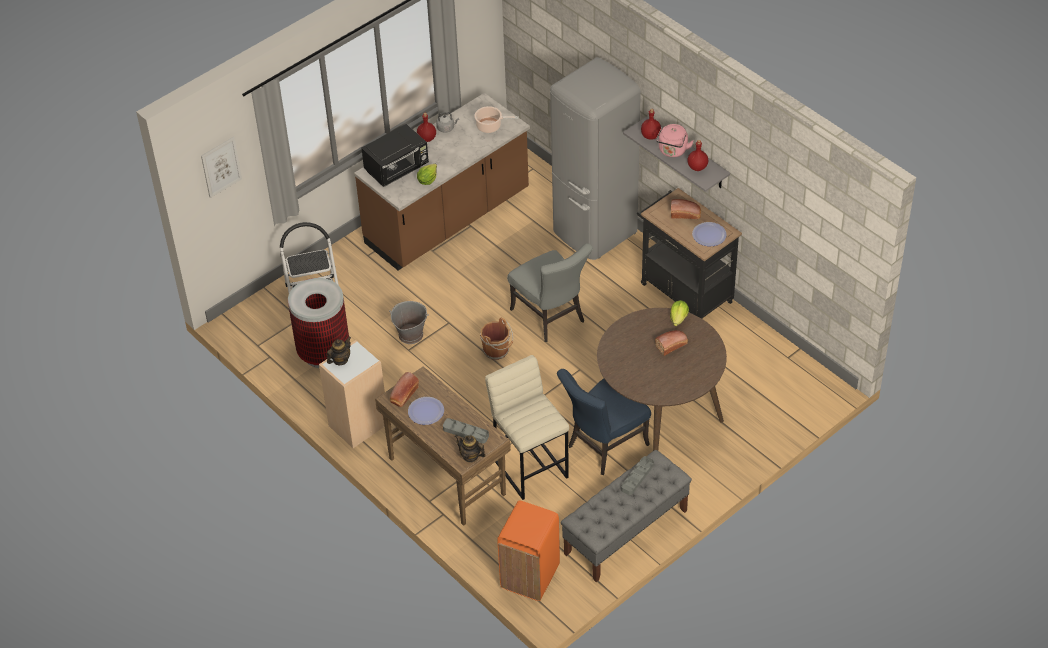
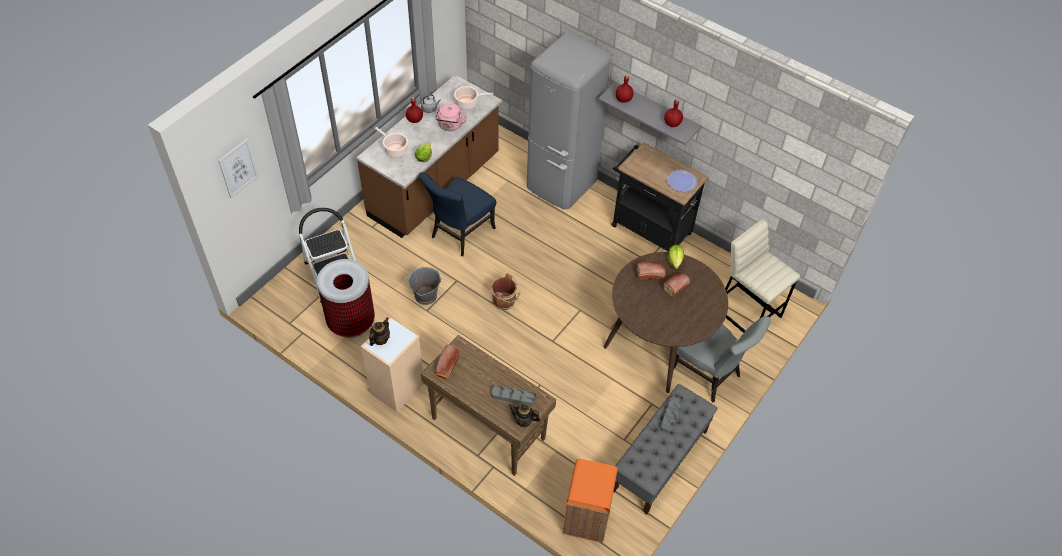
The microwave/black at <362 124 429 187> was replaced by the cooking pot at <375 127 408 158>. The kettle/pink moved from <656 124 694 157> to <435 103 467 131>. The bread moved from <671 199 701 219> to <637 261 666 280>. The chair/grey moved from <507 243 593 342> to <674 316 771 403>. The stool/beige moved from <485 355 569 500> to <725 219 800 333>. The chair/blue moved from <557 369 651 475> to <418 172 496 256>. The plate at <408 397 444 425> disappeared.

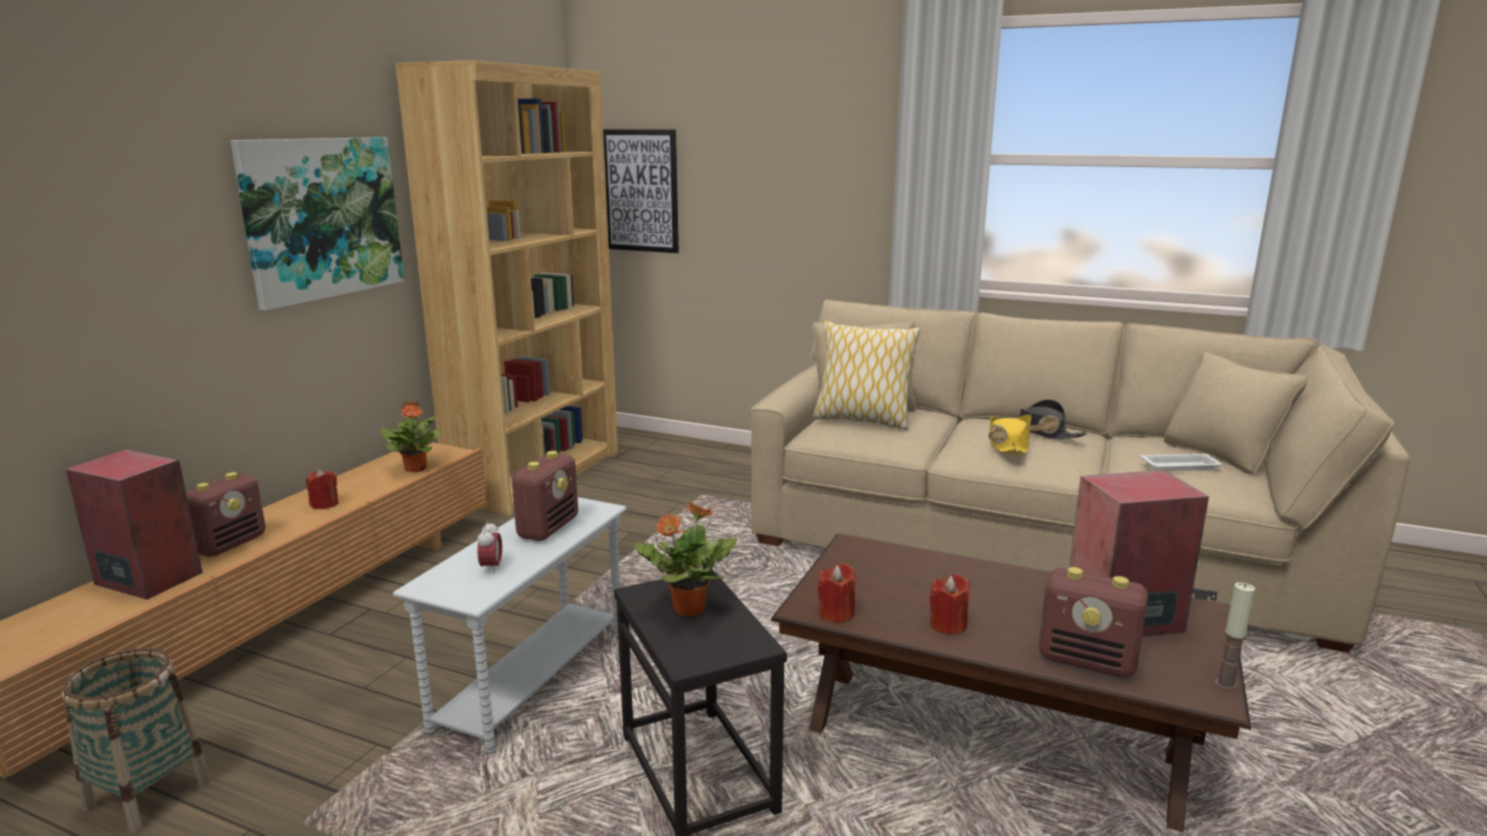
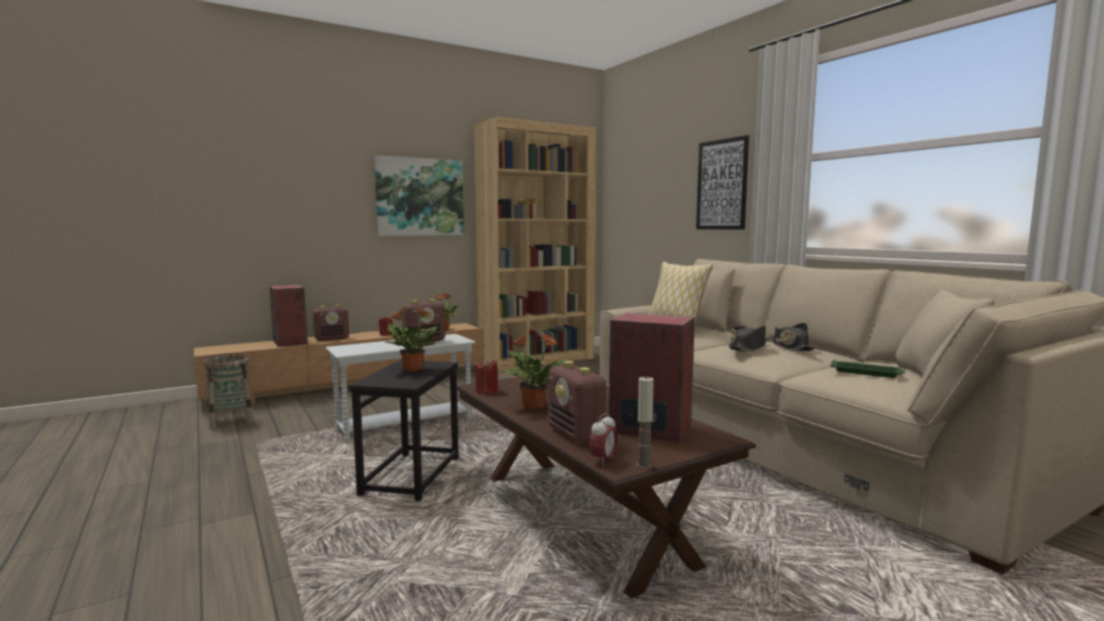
The picture moved from <603 129 679 253> to <696 135 749 229>. The hat/yellow at <988 415 1032 455> became the hat/black at <729 326 767 352>. The tray/white at <1140 454 1223 471> became the tray/green at <830 360 905 378>. The alarm clock moved from <477 520 502 574> to <589 413 618 466>. The candle/red at <929 574 969 635> was replaced by the potted plant at <500 334 567 410>.

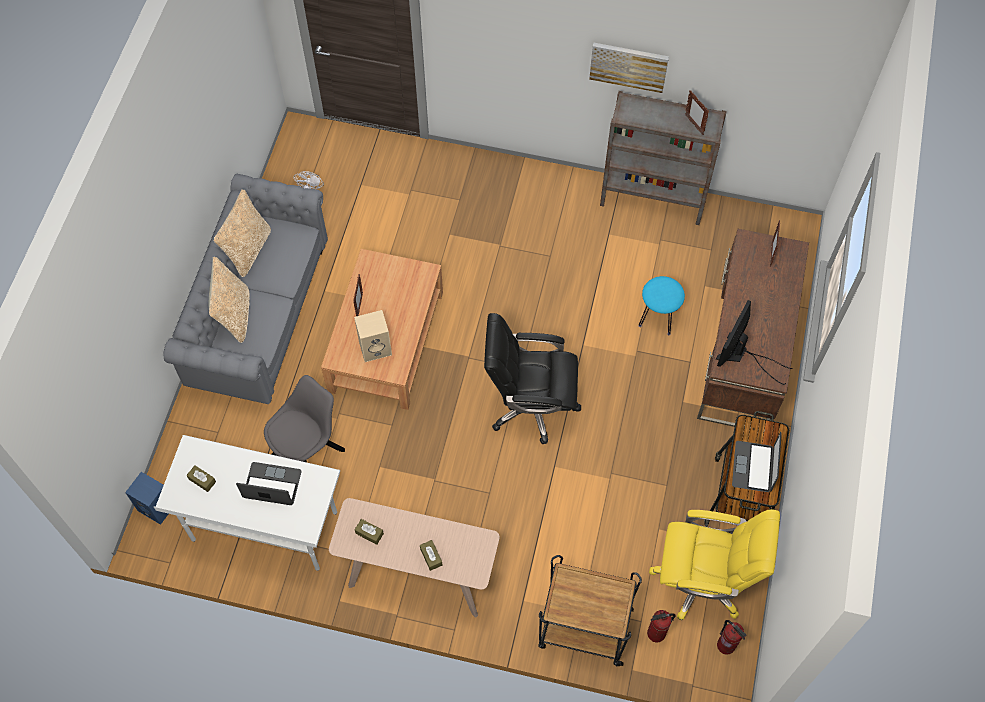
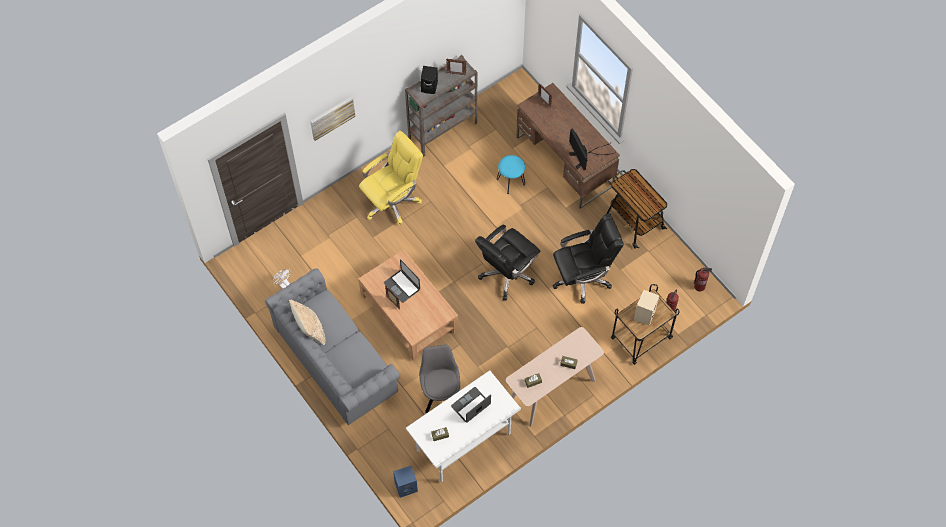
The picture moved from <589 43 669 93> to <310 97 355 141>. The pillow/beige at <209 257 250 343> disappeared. The speaker/beige moved from <354 310 392 362> to <634 290 659 325>. The laptop moved from <732 431 782 492> to <384 259 420 303>. The office chair/yellow moved from <649 509 780 620> to <359 131 423 225>. The speaker/black at <420 66 438 94> appeared. The office chair/black at <553 213 624 304> appeared.

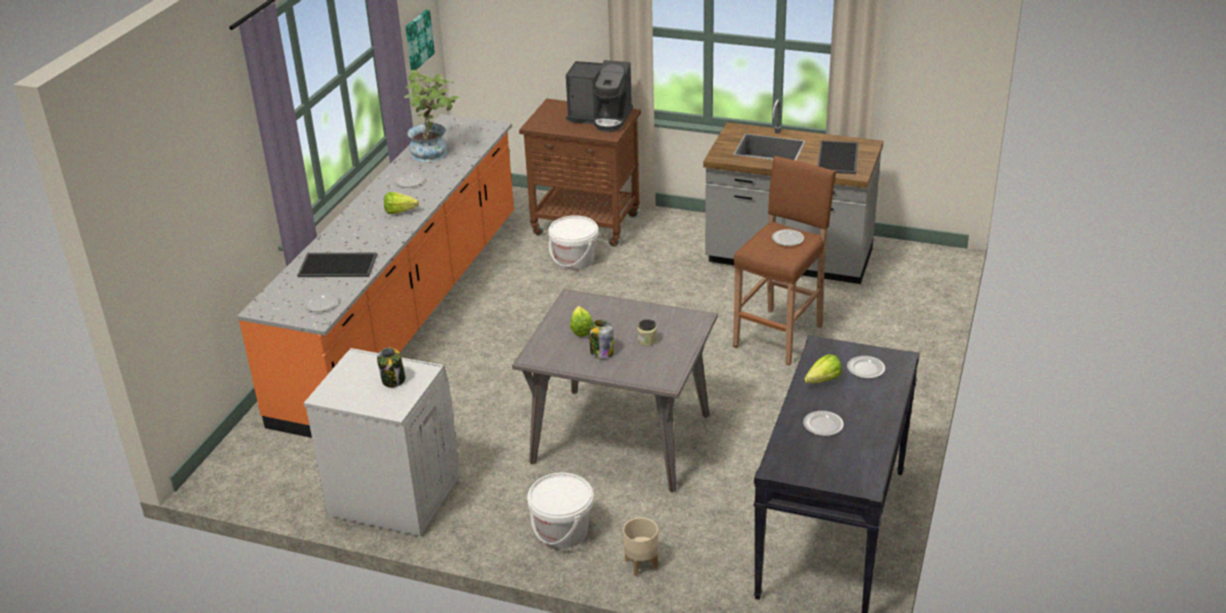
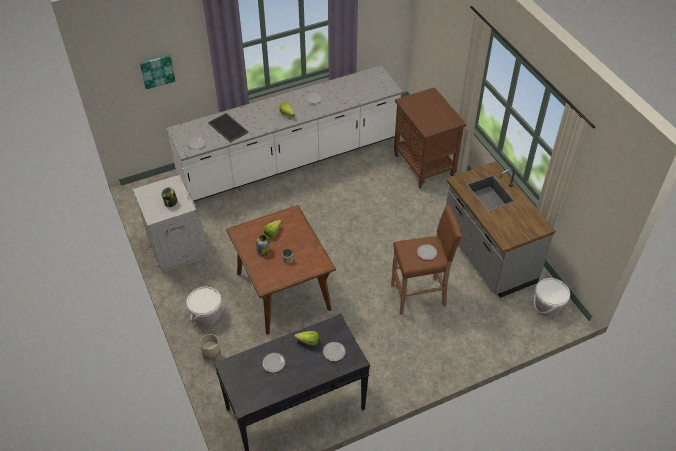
The picture moved from <406 10 435 70> to <140 55 175 89>. The coffee machine at <566 60 633 132> disappeared. The potted plant at <404 70 459 162> disappeared. The counter/orange at <237 114 514 438> became the counter/white at <166 65 403 202>. The tray at <818 140 859 174> disappeared. The bucket/white moved from <548 216 598 270> to <534 278 570 317>. The dining table/grey at <512 289 718 492> became the dining table/brown at <226 205 336 335>.

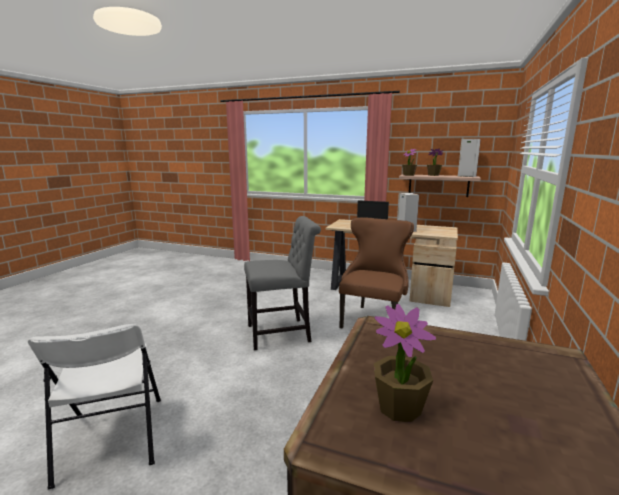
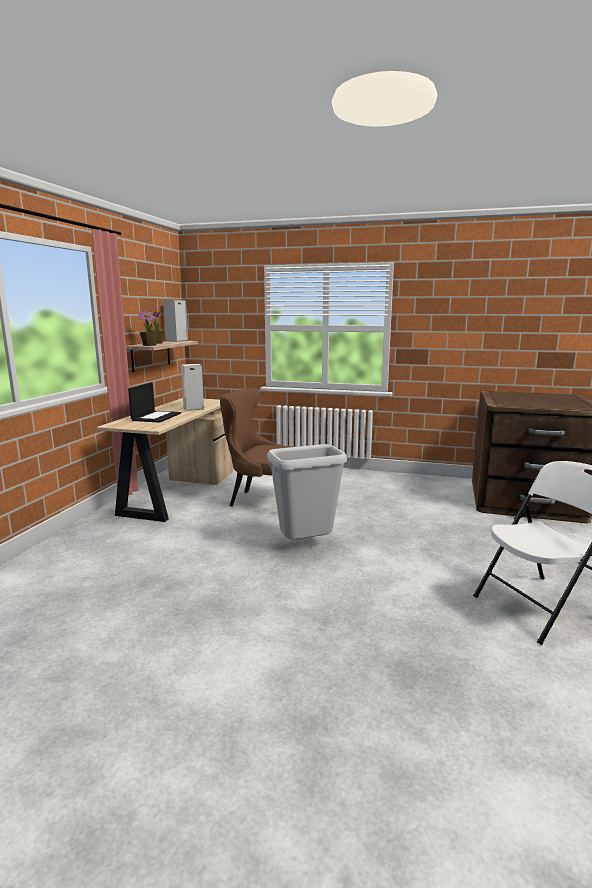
The chair/grey at <244 216 321 350> was replaced by the trash can/grey at <267 444 347 540>. The potted plant at <374 304 436 422> disappeared.

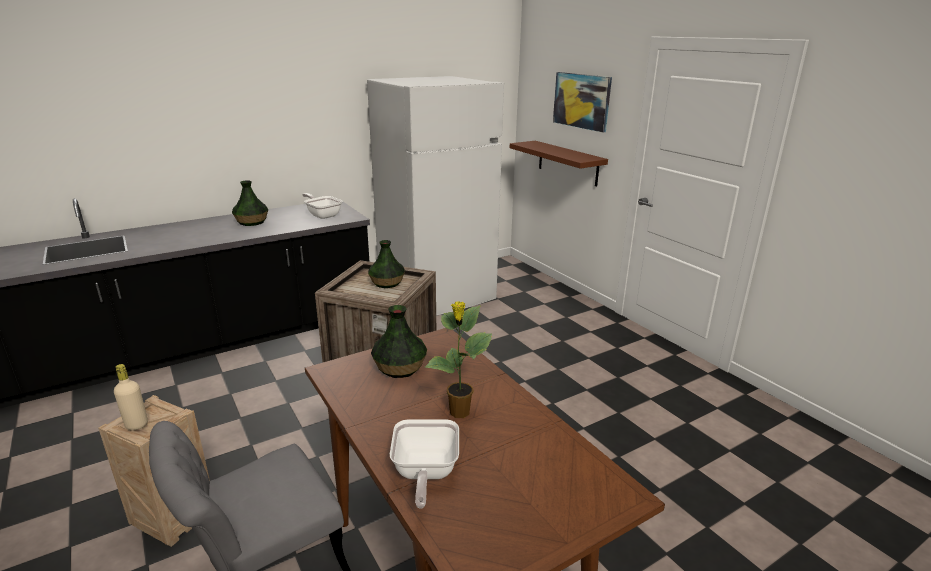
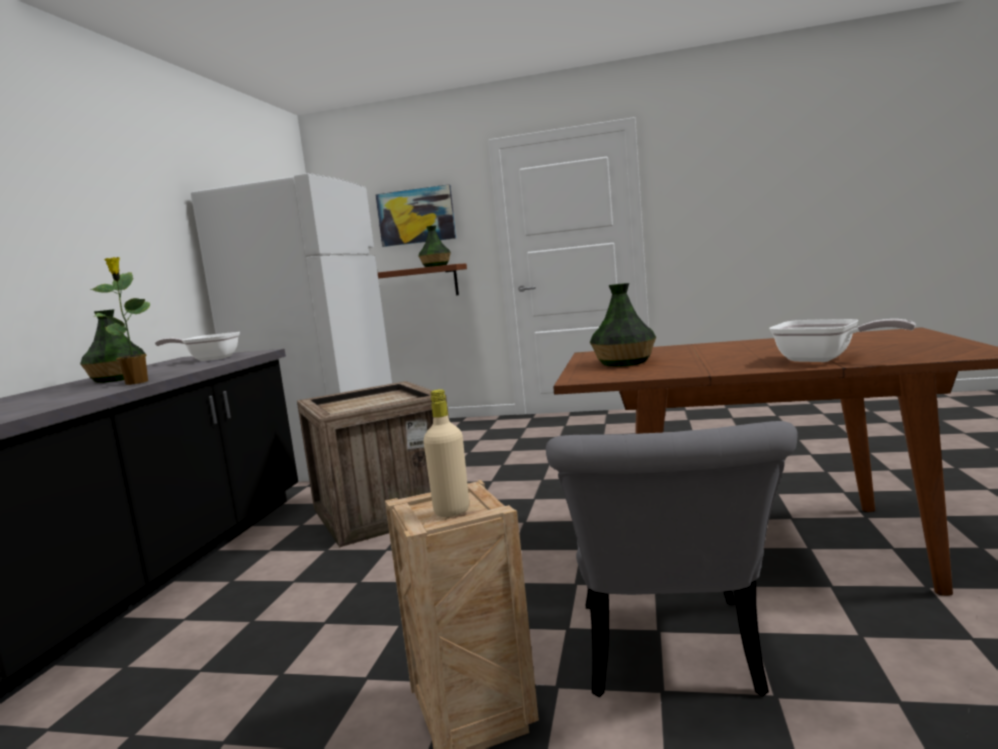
The vase moved from <368 240 405 288> to <418 226 451 267>. The potted plant moved from <425 301 492 418> to <91 257 150 385>.

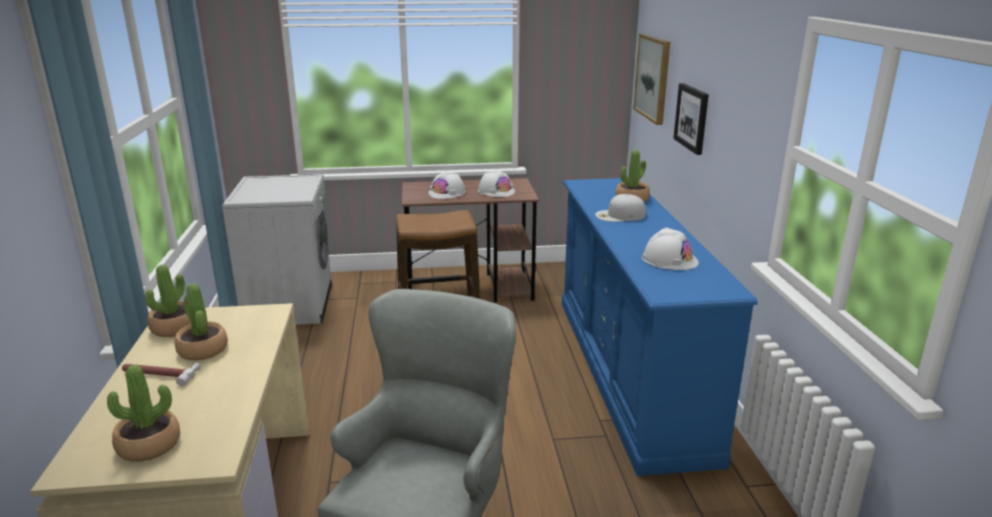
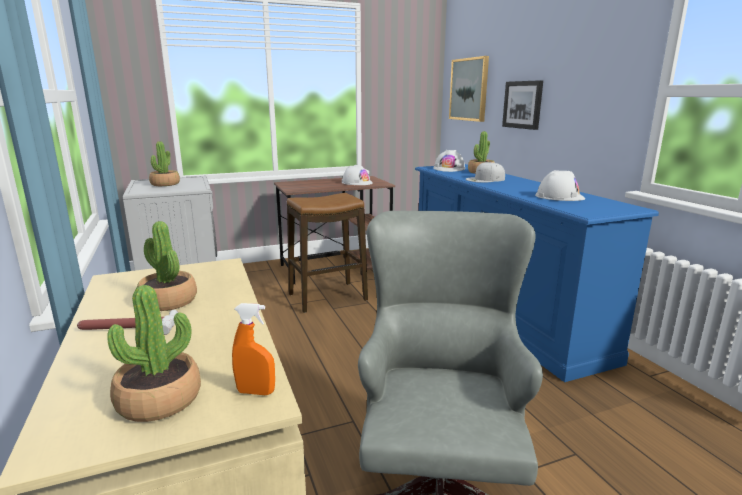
The hard hat/white moved from <428 170 466 199> to <433 150 465 172>. The potted plant moved from <145 265 191 337> to <149 141 180 186>. The spray bottle/orange at <232 303 275 395> appeared.

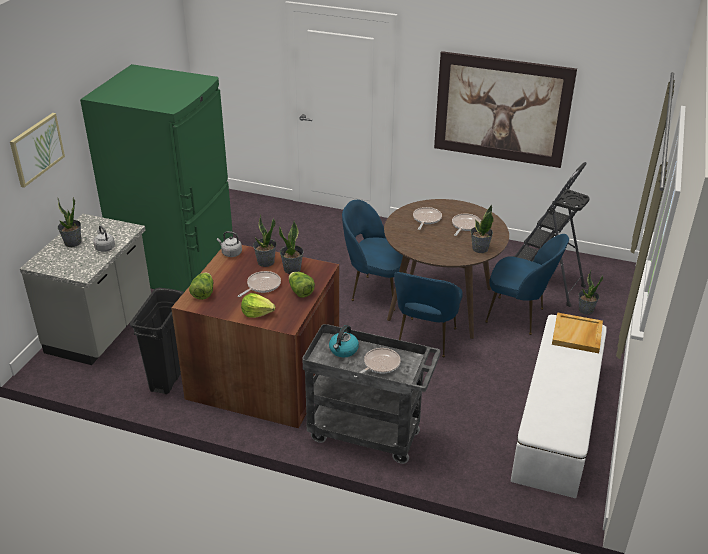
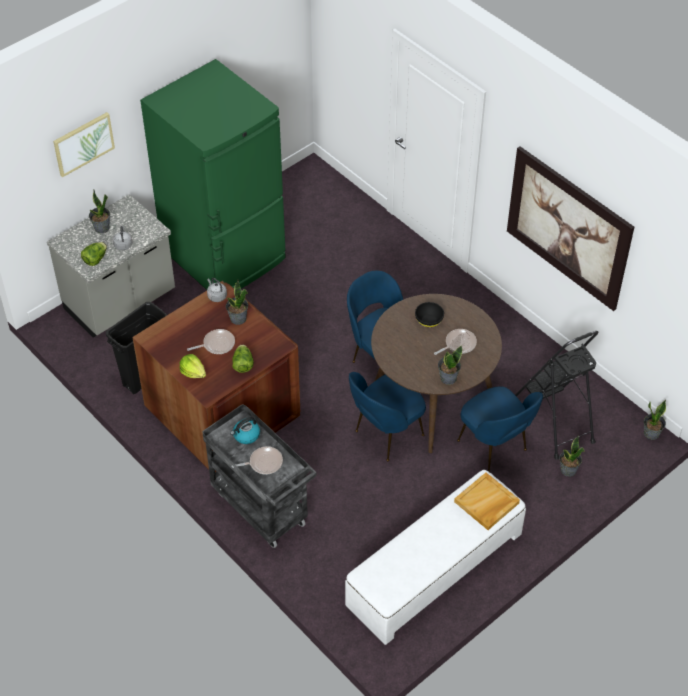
The frying pan at <413 207 442 230> was replaced by the bowl/black at <415 302 444 327>. The potted plant moved from <279 220 304 274> to <644 400 666 440>. The lettuce moved from <189 272 213 300> to <81 242 107 266>.

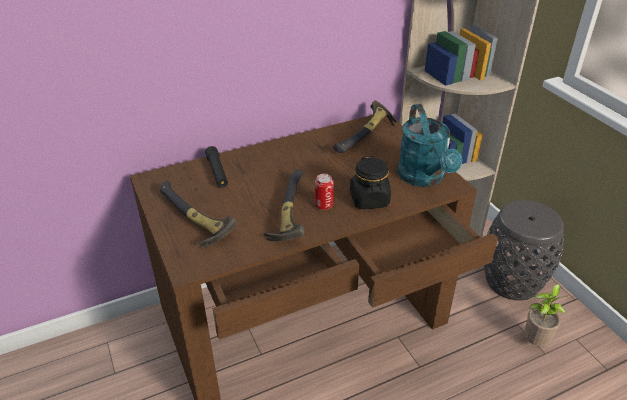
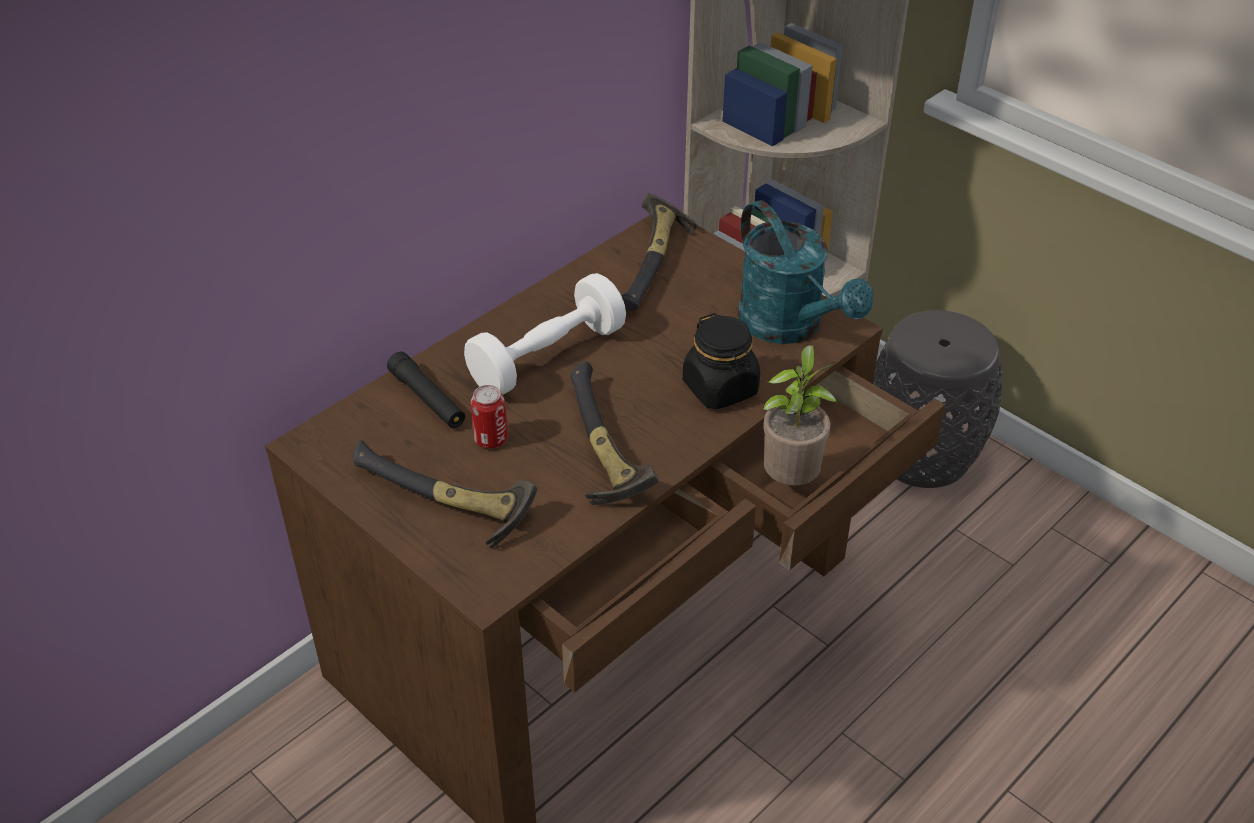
The can moved from <315 174 334 210> to <471 385 508 448>. The potted plant moved from <524 284 569 347> to <763 345 837 486>. The dumbbell/white at <464 273 626 395> appeared.

